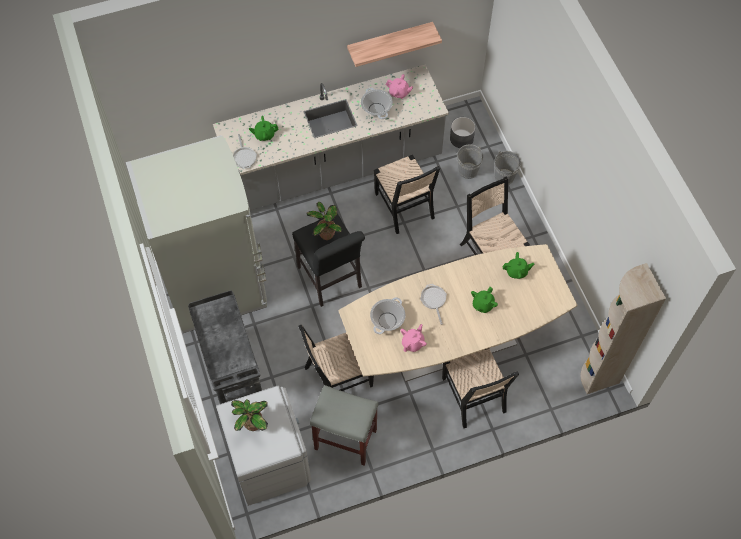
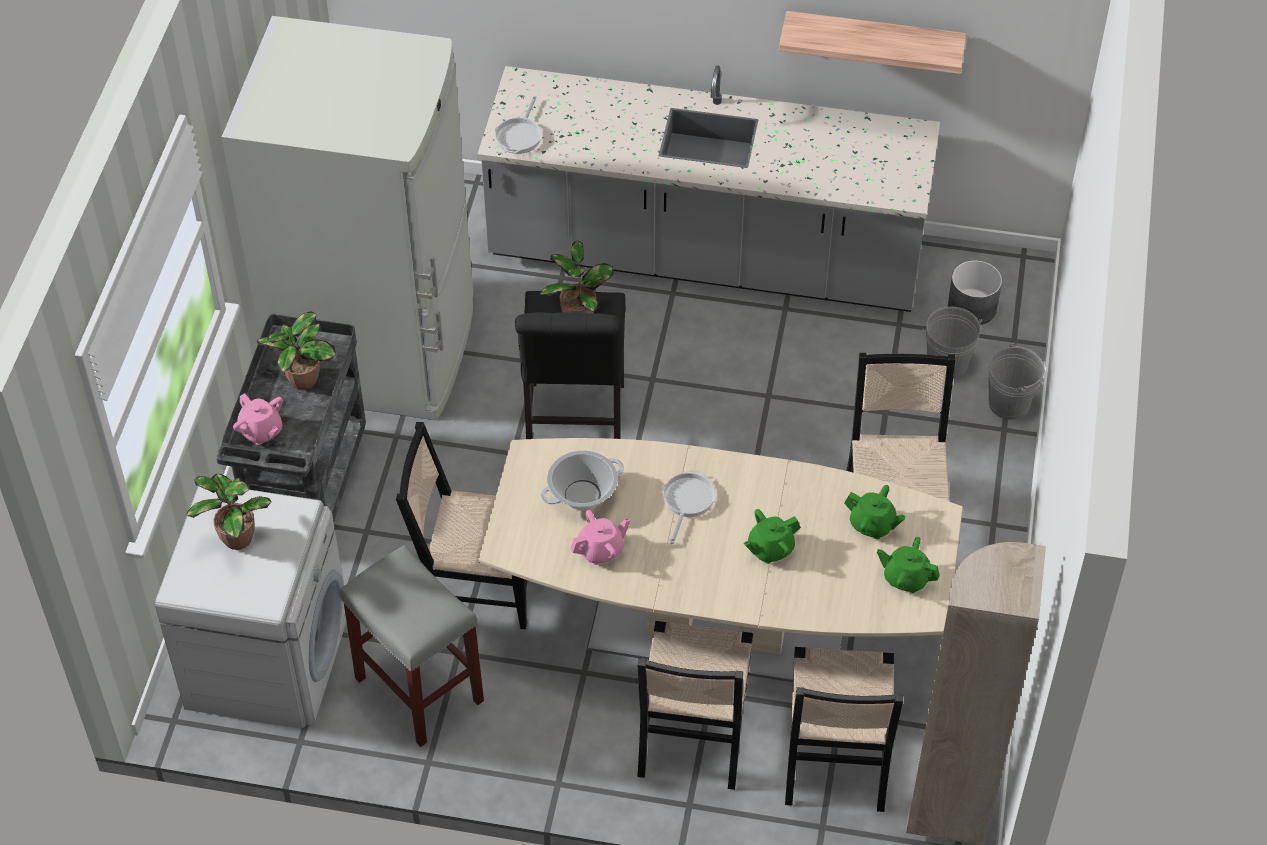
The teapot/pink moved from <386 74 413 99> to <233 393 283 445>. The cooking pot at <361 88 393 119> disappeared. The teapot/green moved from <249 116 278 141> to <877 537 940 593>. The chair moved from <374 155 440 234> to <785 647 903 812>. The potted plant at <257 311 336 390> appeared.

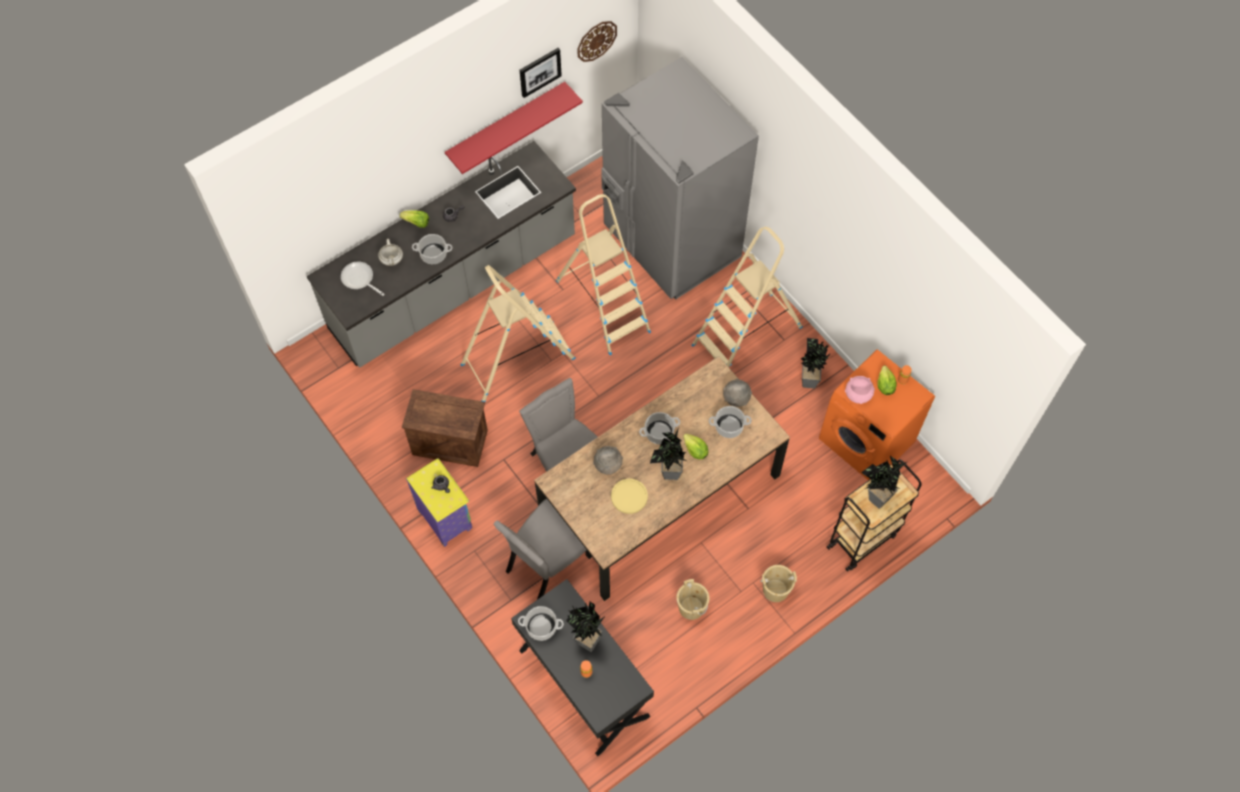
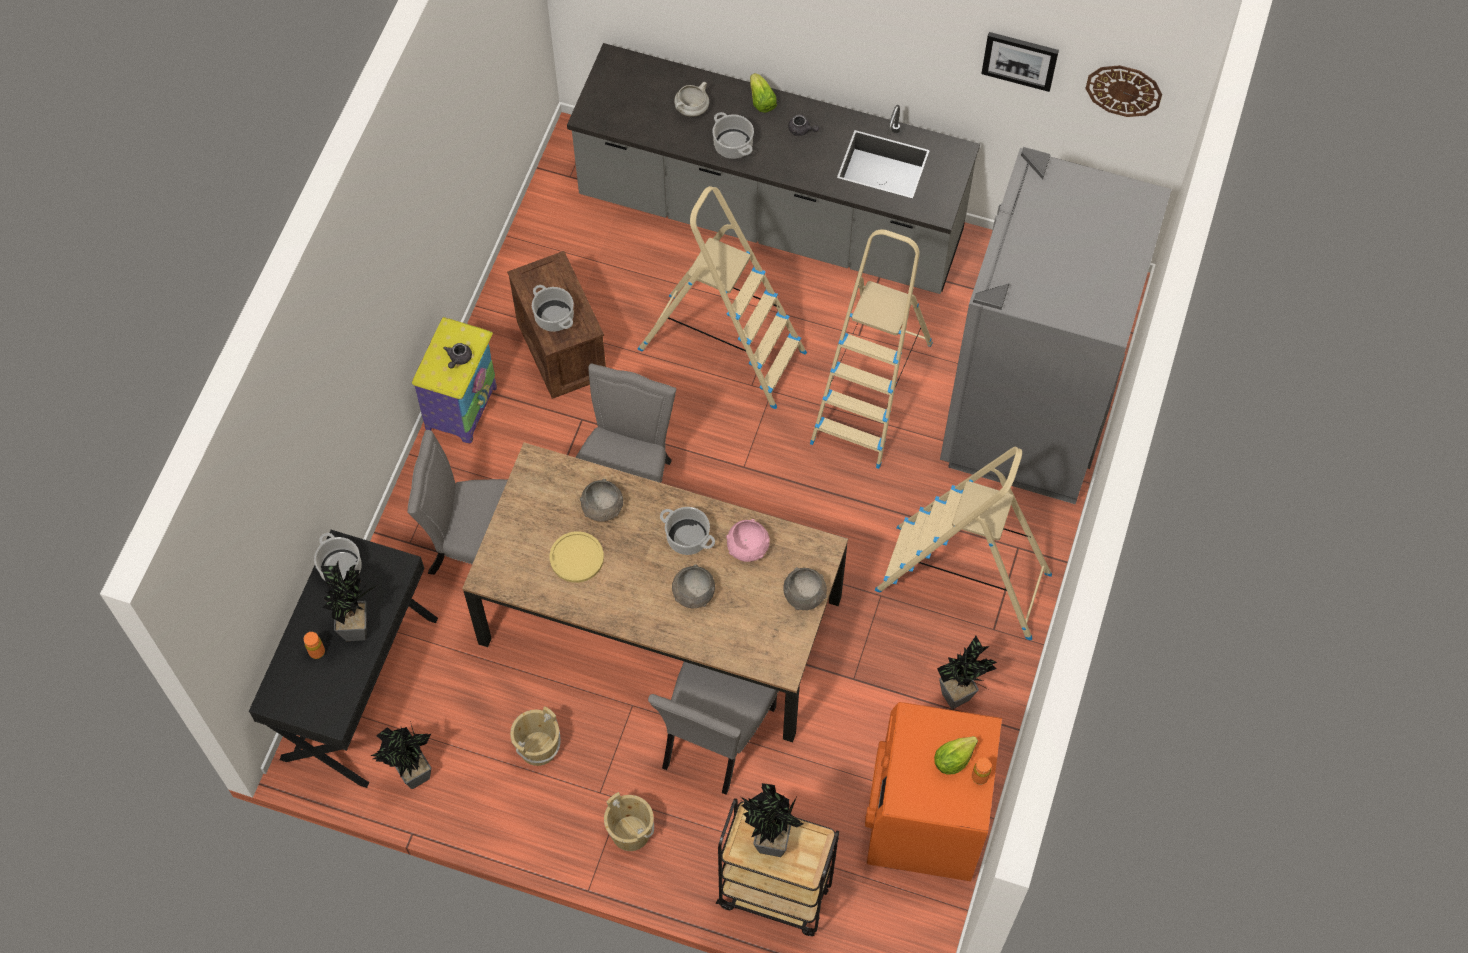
The shelf/red at <445 82 583 174> disappeared. The frying pan at <341 262 385 296> disappeared. The bowl/pink moved from <845 376 875 404> to <726 519 770 562>. The cooking pot moved from <709 406 752 438> to <532 285 574 332>. The potted plant moved from <650 427 687 480> to <370 721 432 789>. The lettuce at <683 433 708 459> was replaced by the bowl/grey at <672 564 715 609>. The chair/grey at <648 662 779 795> appeared.

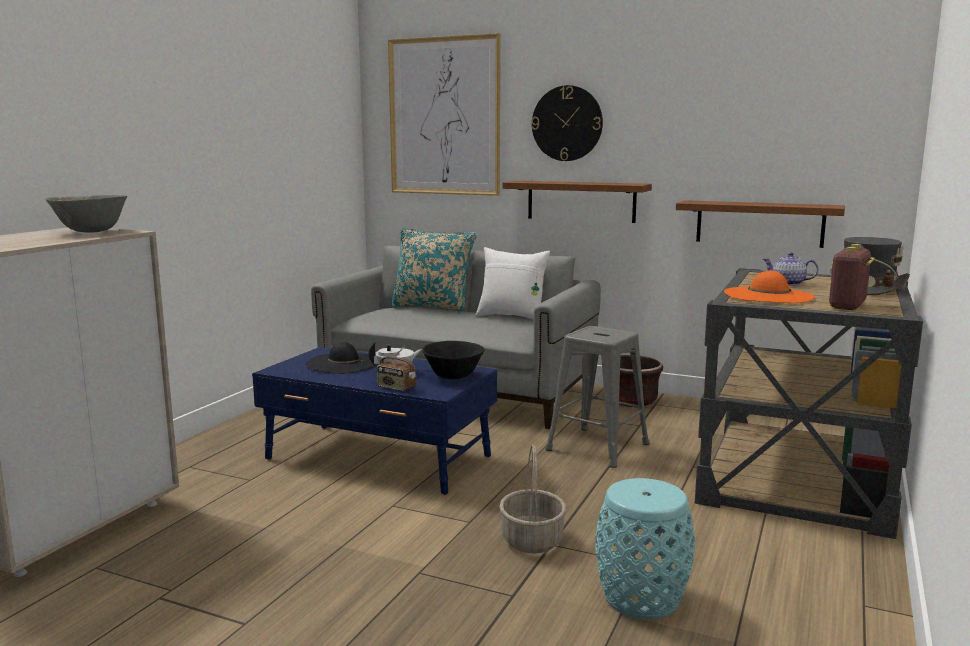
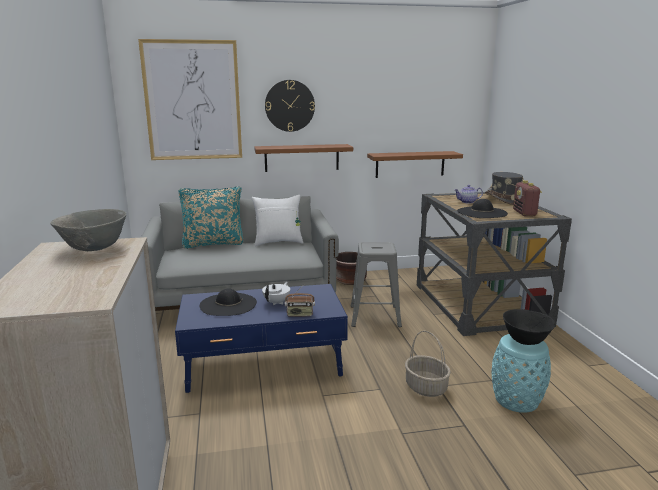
The hat/orange at <724 271 815 303> became the hat/black at <457 199 508 218>. The bowl/black moved from <422 341 485 379> to <503 309 555 345>.

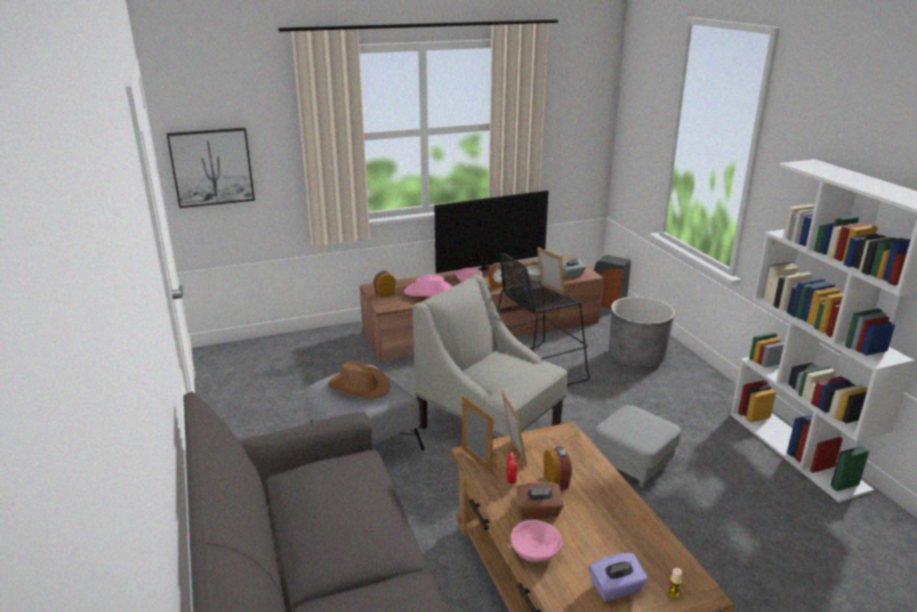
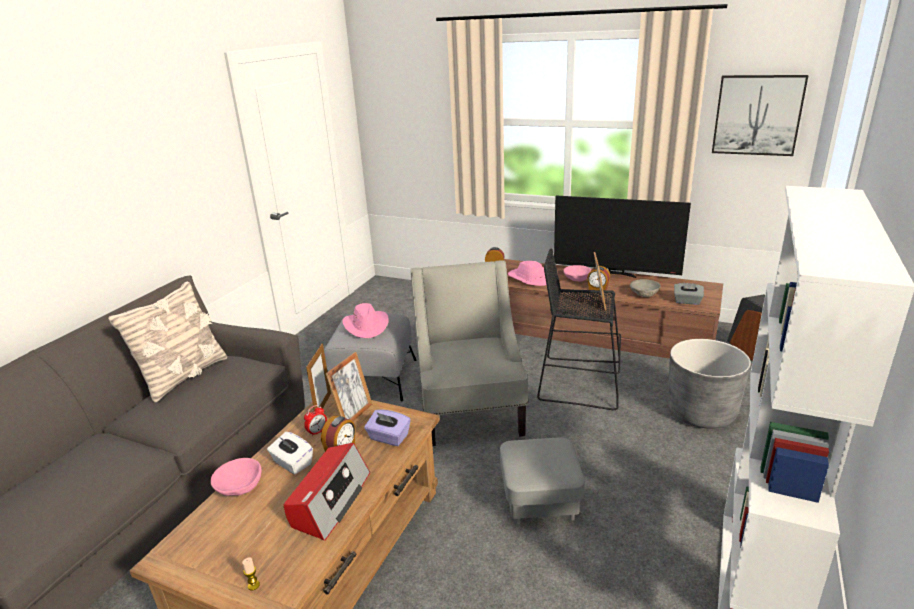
The picture moved from <167 128 255 208> to <712 75 808 156>. The hat/brown at <328 361 390 398> became the hat/pink at <342 303 389 338>. The tissue box/brown at <516 482 564 519> became the tissue box/white at <267 432 313 475>. The tissue box/purple moved from <589 553 647 602> to <364 409 411 446>. The pillow/beige at <108 281 227 402> appeared. The radio at <284 443 370 541> appeared.

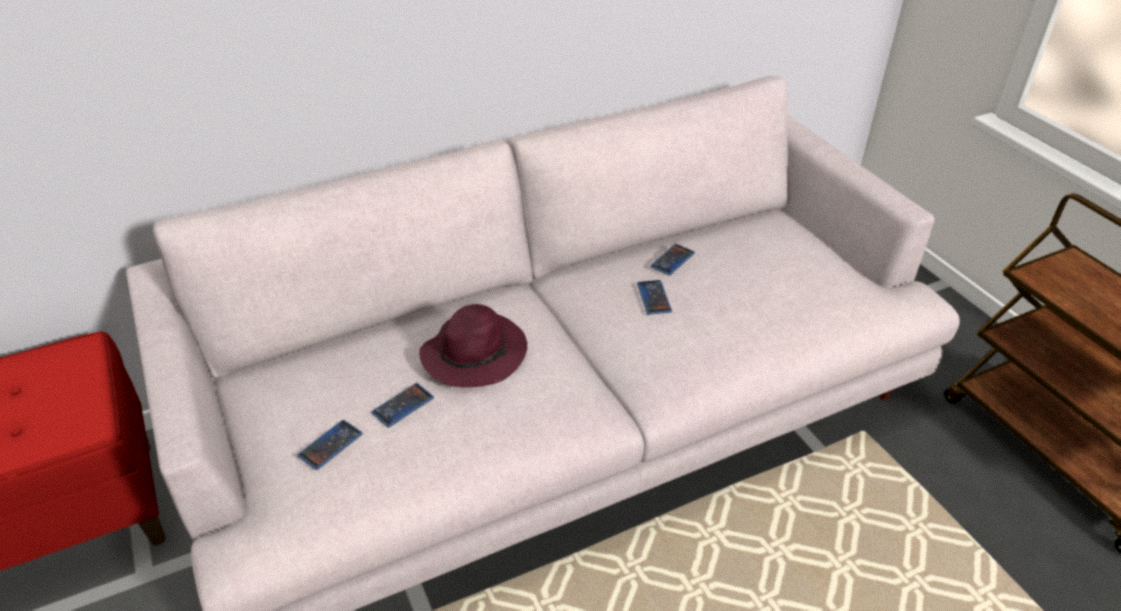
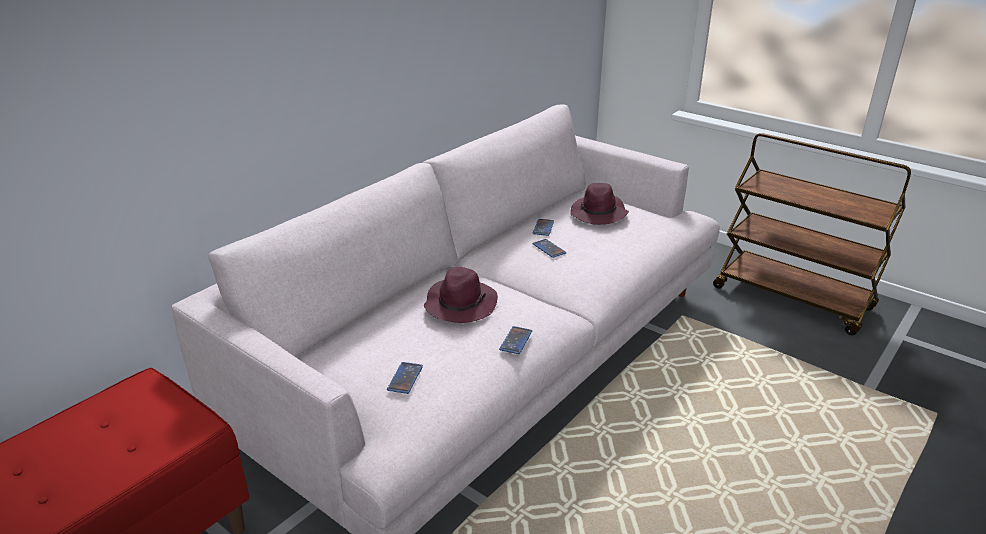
The phone moved from <371 383 434 428> to <499 326 532 354>. The hat/purple at <570 183 629 225> appeared.

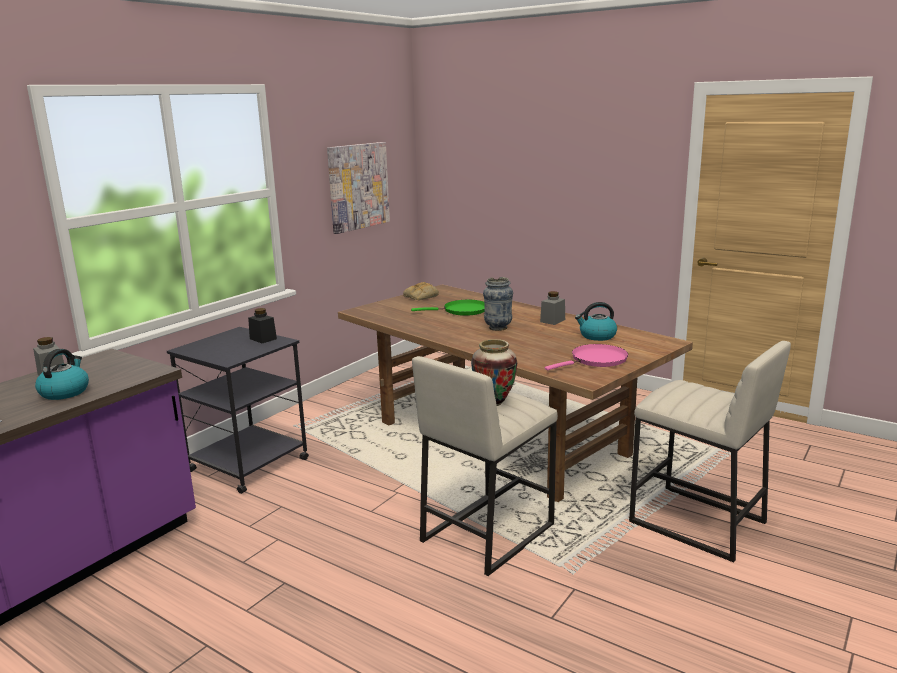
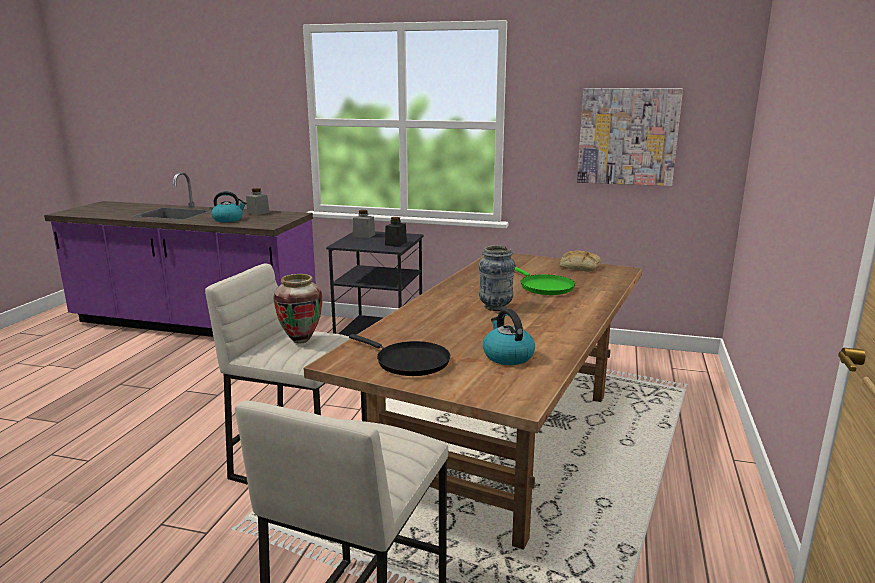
The jar/grey moved from <540 291 565 325> to <353 210 375 238>. The frying pan/pink at <545 344 628 371> became the frying pan/black at <349 334 450 376>.

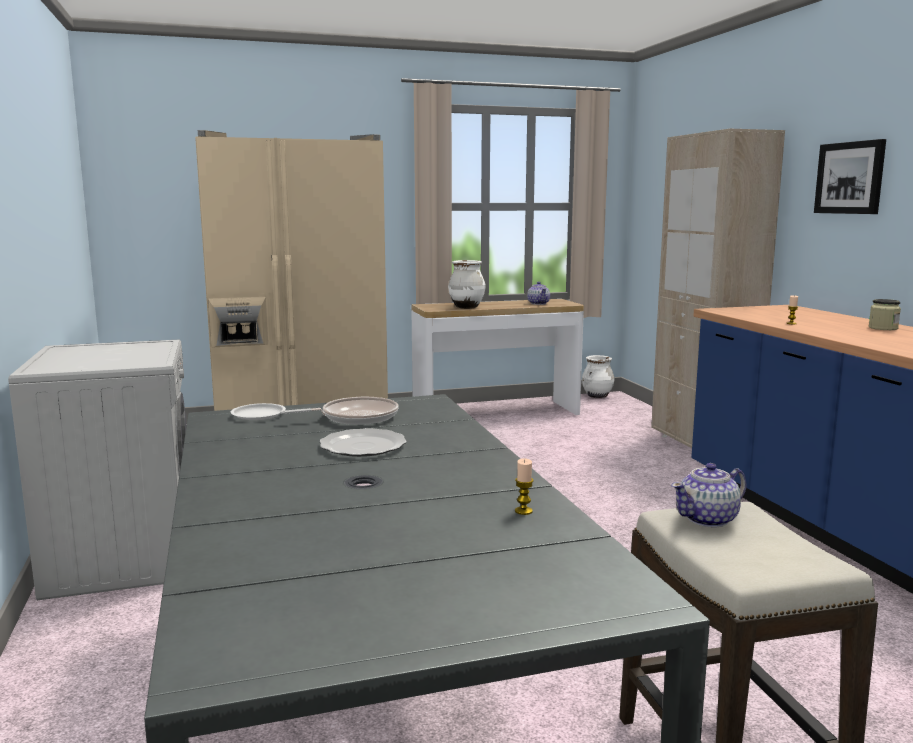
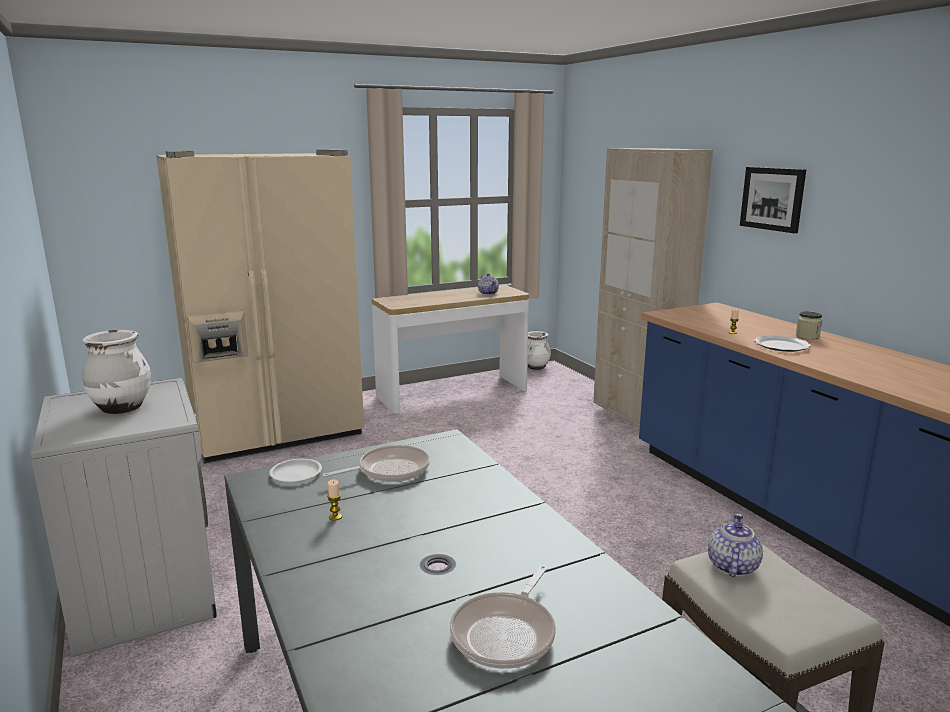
The vase/white moved from <448 260 485 309> to <81 330 151 414>. The plate moved from <319 428 407 457> to <754 335 811 352>. The candle moved from <515 458 533 515> to <327 479 342 521>. The teapot at <671 463 746 527> turned 150 degrees clockwise. The frying pan at <450 565 556 669> appeared.

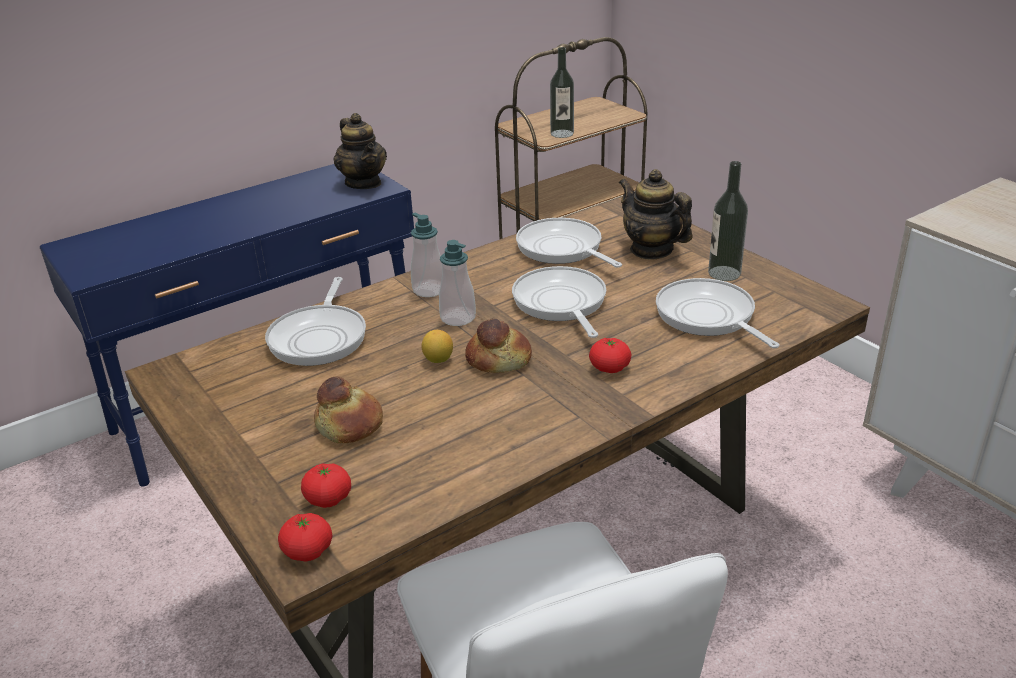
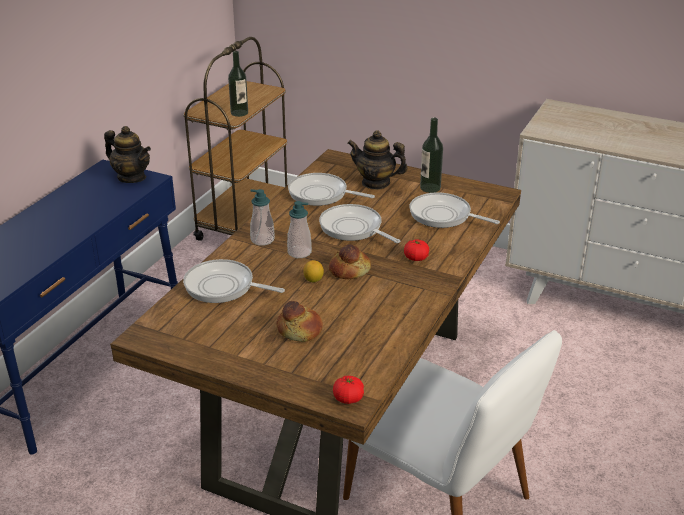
The frying pan at <265 277 366 366> turned 135 degrees clockwise. The tomato at <301 463 351 508> disappeared.

